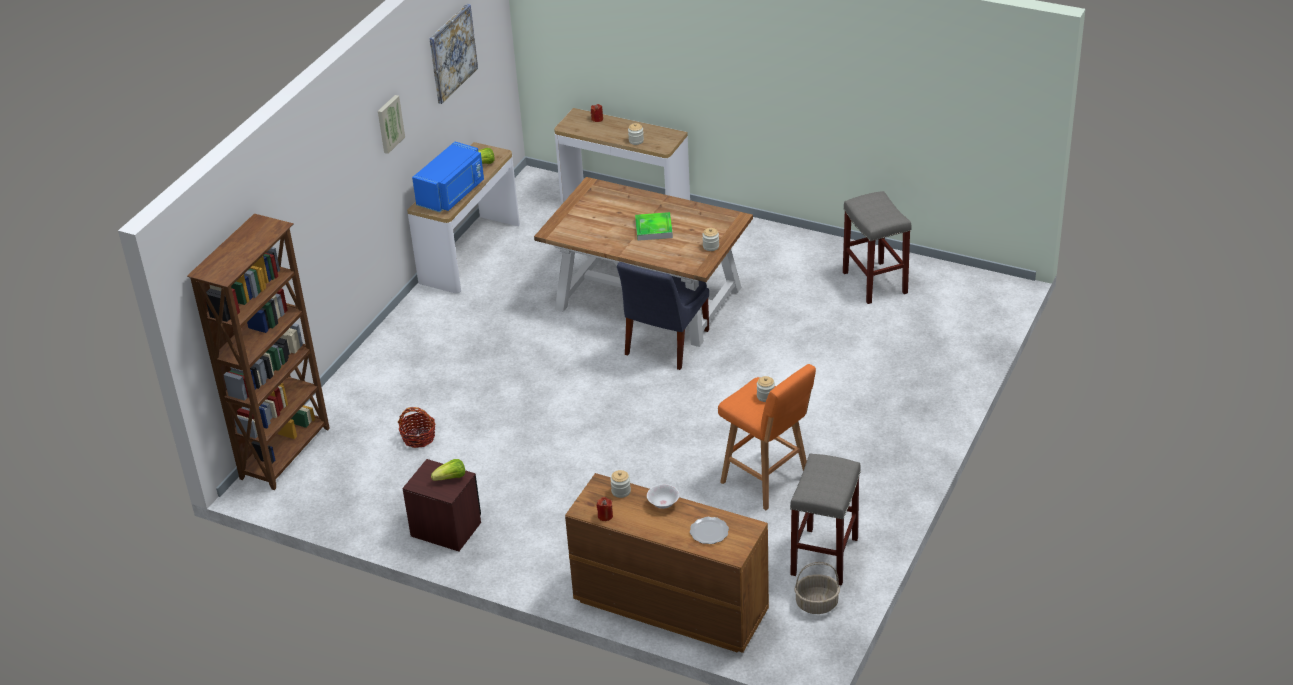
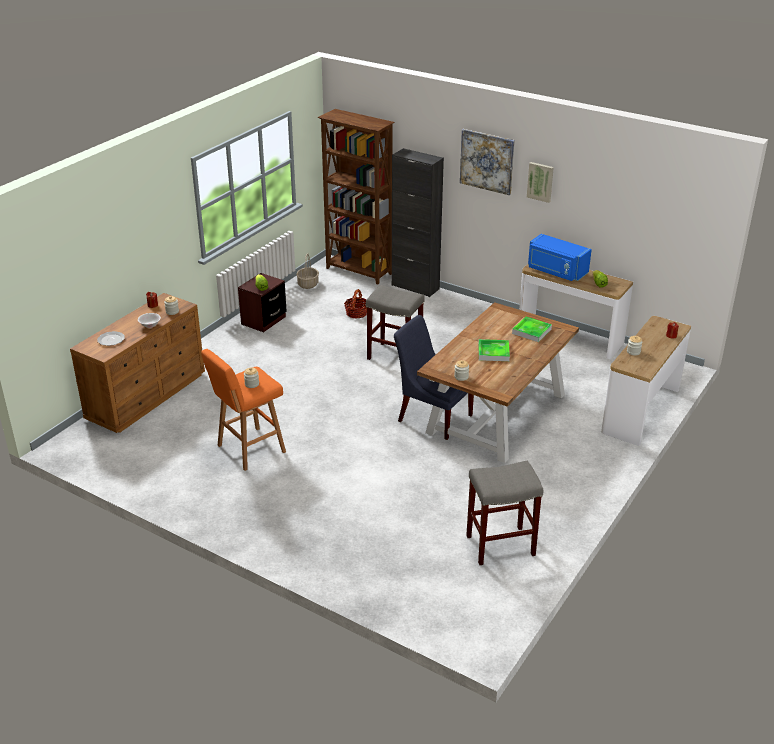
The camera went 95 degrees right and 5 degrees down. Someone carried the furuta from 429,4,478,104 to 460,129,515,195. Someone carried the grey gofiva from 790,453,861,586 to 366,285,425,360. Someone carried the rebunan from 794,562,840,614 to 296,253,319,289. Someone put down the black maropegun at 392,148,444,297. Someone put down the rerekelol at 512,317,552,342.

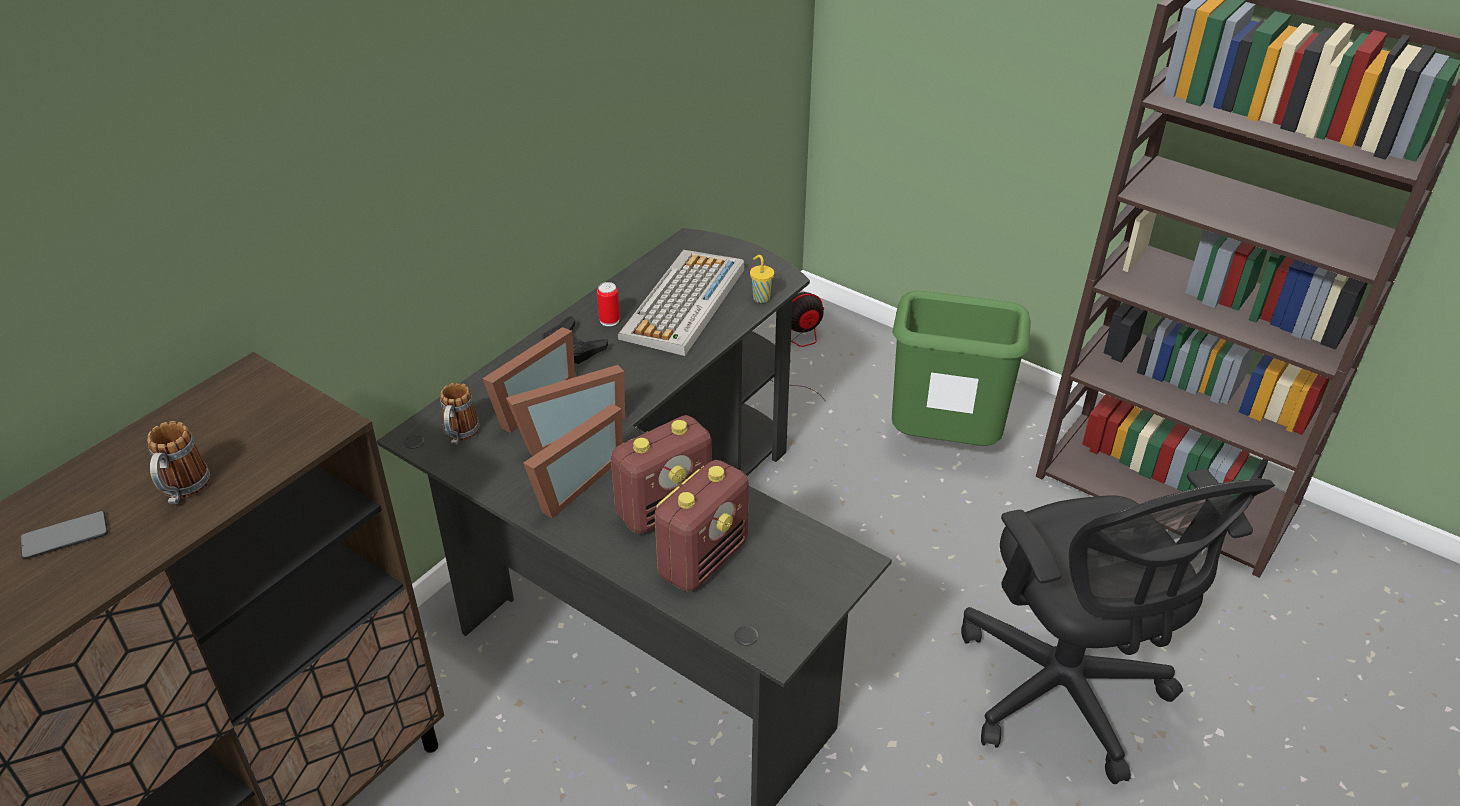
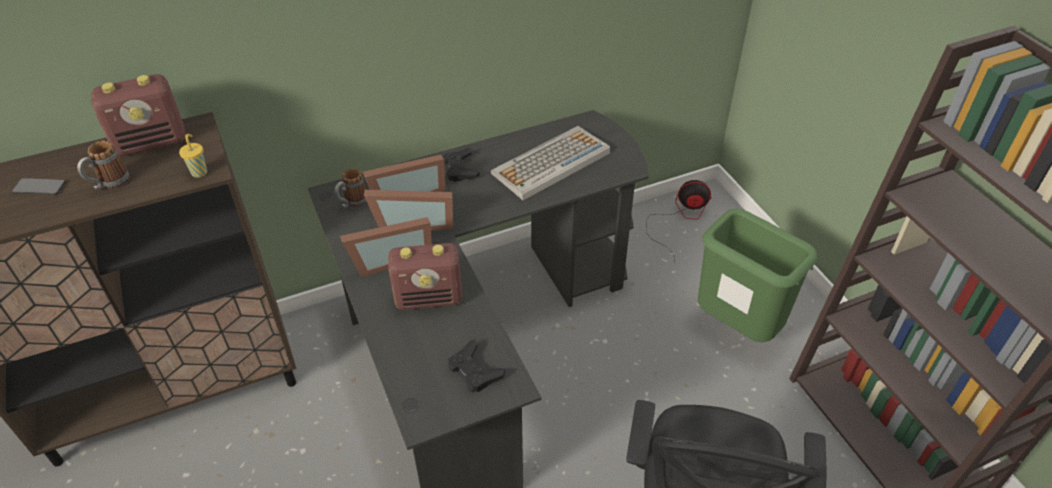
The camera went 30 degrees right and 5 degrees up. Someone took away the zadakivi at 597,282,620,326. Someone carried the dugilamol from 654,460,749,592 to 91,74,185,156. Someone carried the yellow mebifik from 750,255,774,303 to 179,134,207,178. Someone put down the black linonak at 448,339,505,392.

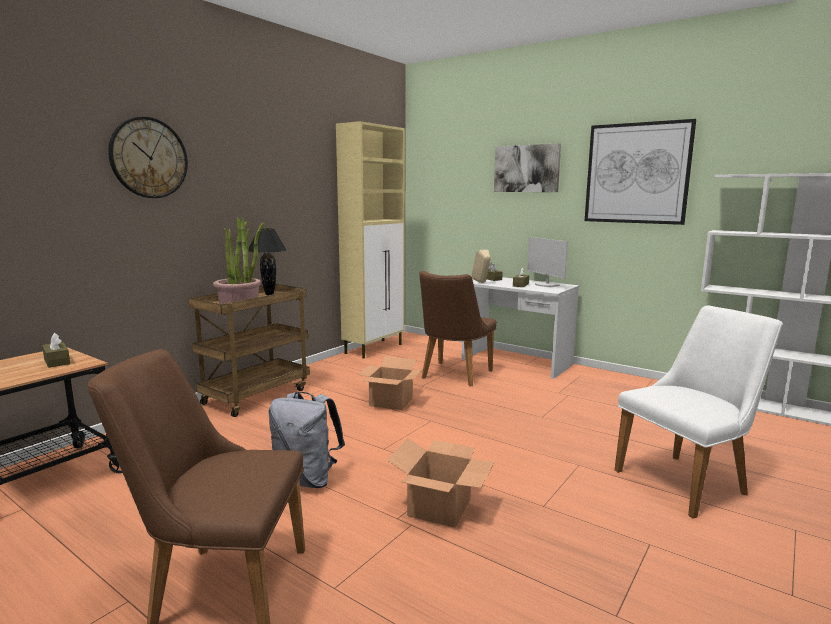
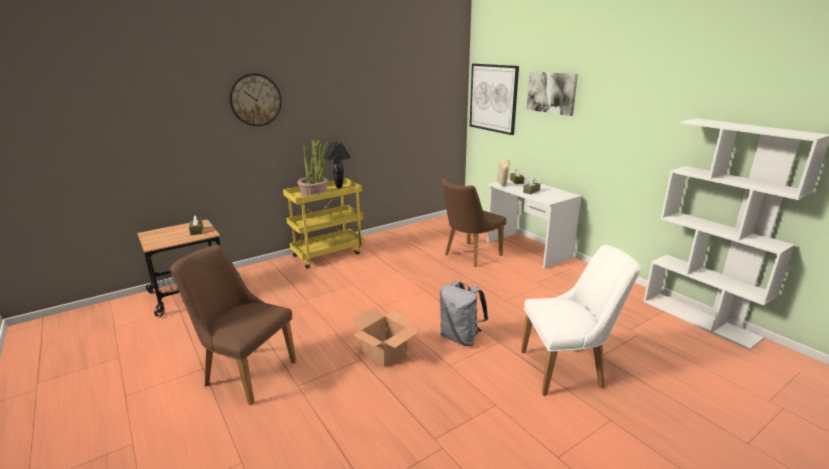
The camera went 20 degrees right and 10 degrees up. Someone repainted the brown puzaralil at 188,284,310,417, which became the yellow puzaralil at 283,178,365,269. Someone carried the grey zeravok from 269,392,345,488 to 440,281,488,346. Someone took away the beige maropegun at 336,121,405,358. Someone took away the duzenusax at 358,356,423,410. Someone took away the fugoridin at 527,237,568,287. Someone carried the furuta from 585,119,696,225 to 470,64,519,135.

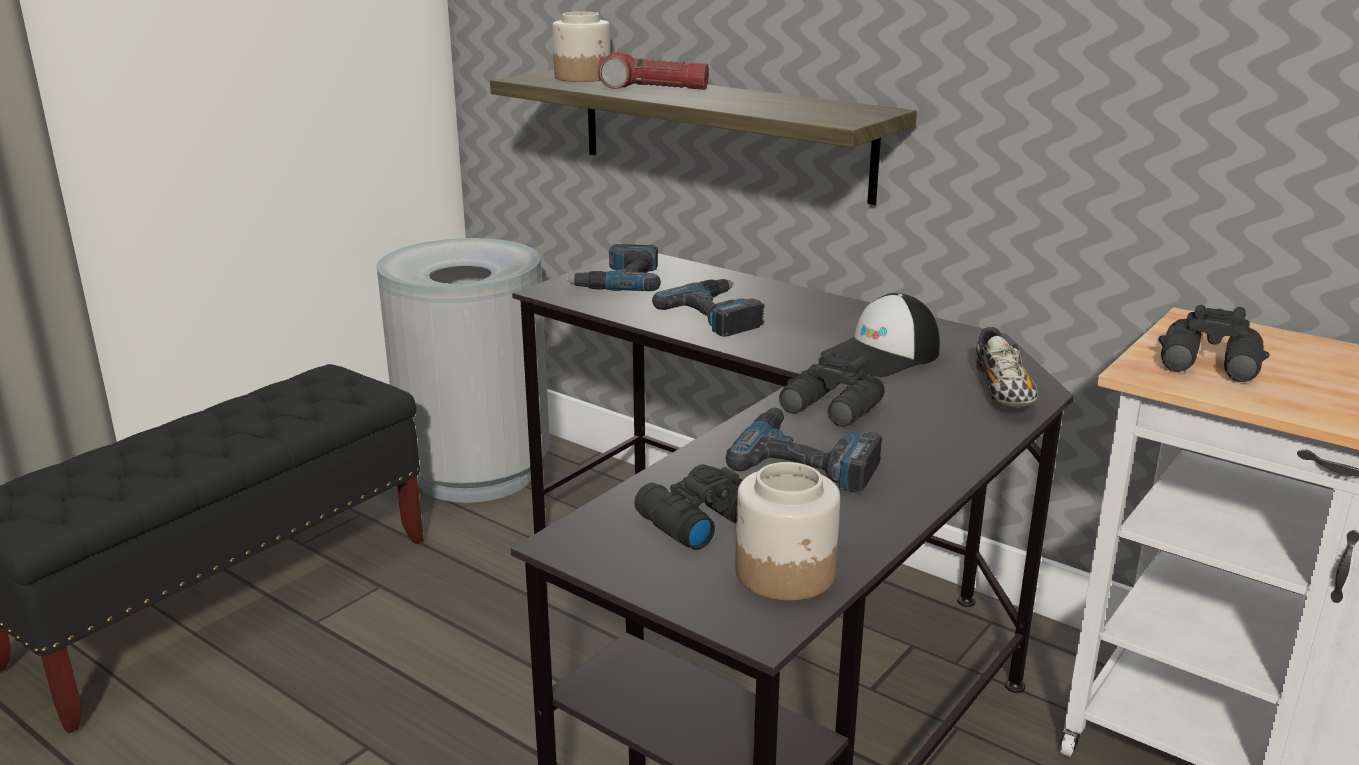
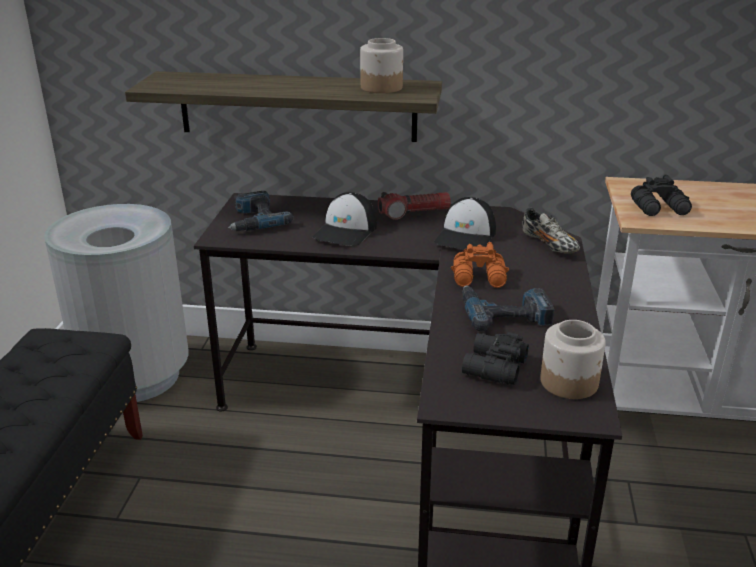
The camera went 30 degrees left and 5 degrees up. Someone carried the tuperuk from 552,12,610,82 to 360,38,403,93. Someone carried the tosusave from 598,51,709,90 to 378,192,451,220. Someone swapped the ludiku at 652,279,765,337 for the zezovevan at 313,192,377,246. Someone repainted the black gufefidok at 779,352,885,427, which became the orange gufefidok at 451,242,509,288.

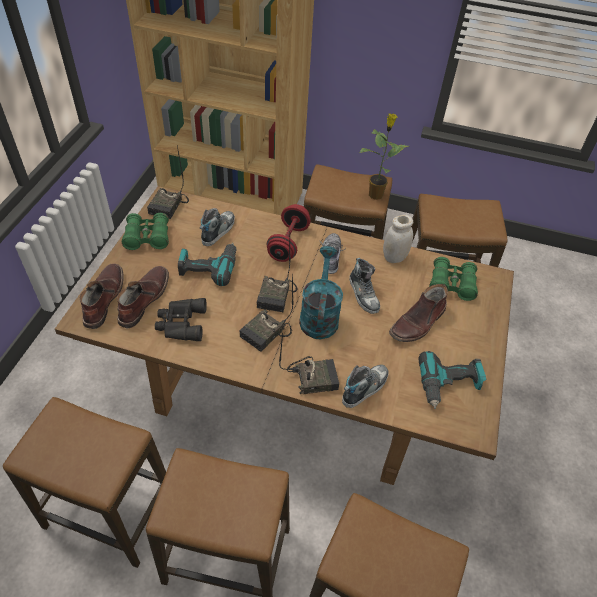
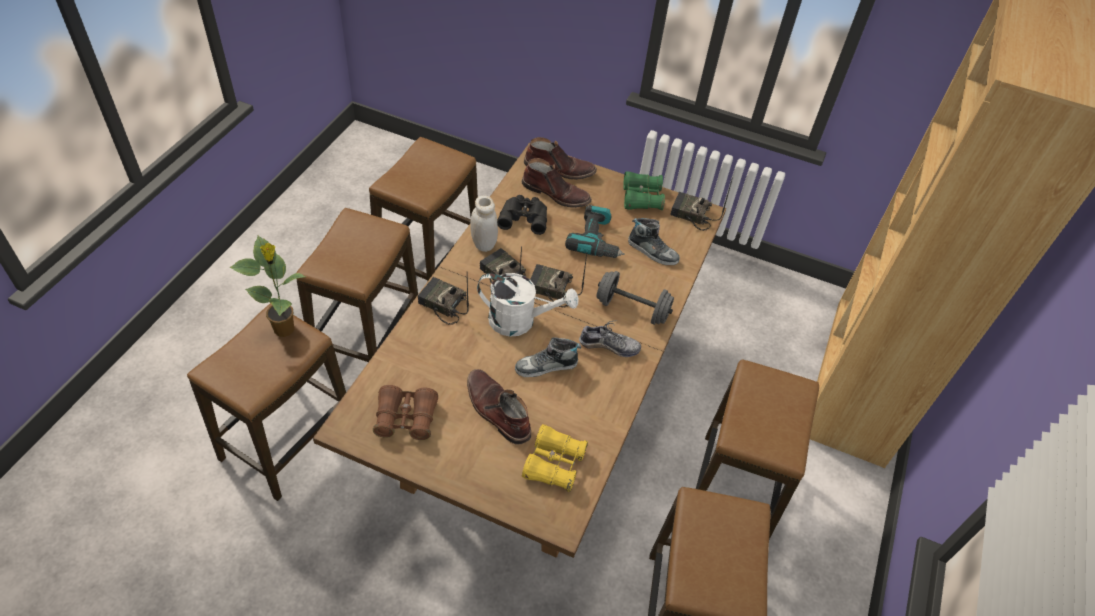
The camera went 95 degrees right and 0 degrees up. Someone repainted the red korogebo at 267,204,311,262, which became the grey korogebo at 596,271,674,325. Someone rotated the dugilamol at 279,333,339,394 by 120 degrees clockwise. Someone repainted the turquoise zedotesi at 299,246,343,339, which became the white zedotesi at 477,273,578,337. Someone took away the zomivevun at 342,365,389,408. Someone carried the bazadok from 359,113,409,200 to 229,236,306,337. Someone carried the white tuperuk from 383,215,413,263 to 470,196,498,252. Someone swapped the ludiku at 418,351,486,409 for the brown gufefidok at 373,385,438,440. Someone repainted the green gufefidok at 429,257,478,301, which became the yellow gufefidok at 522,424,588,492.

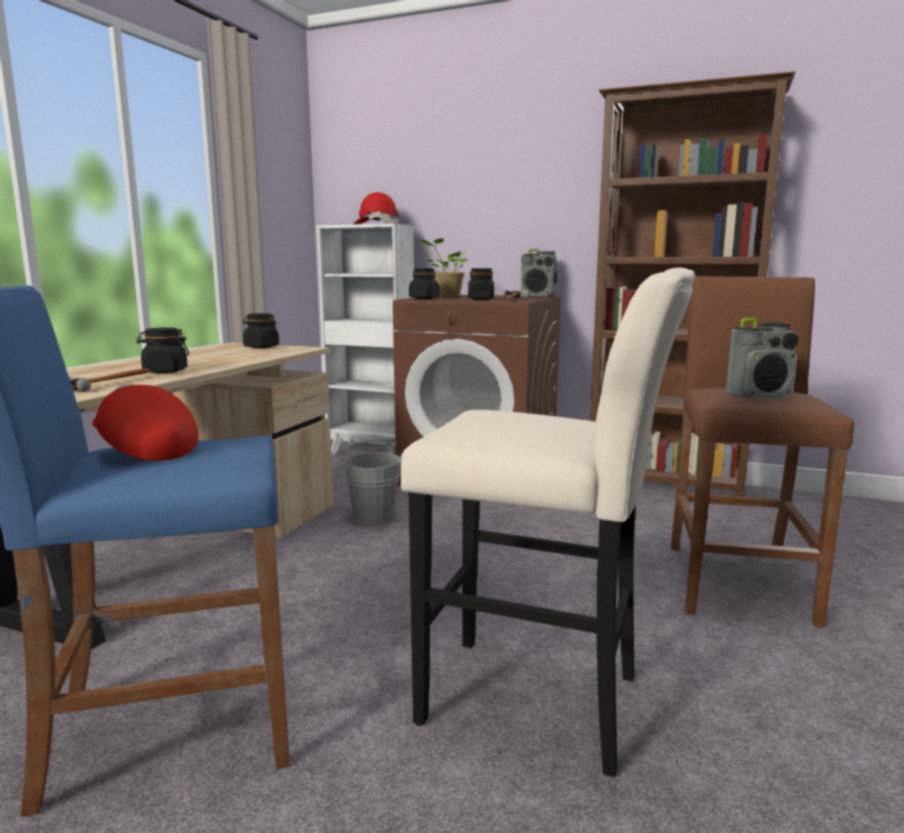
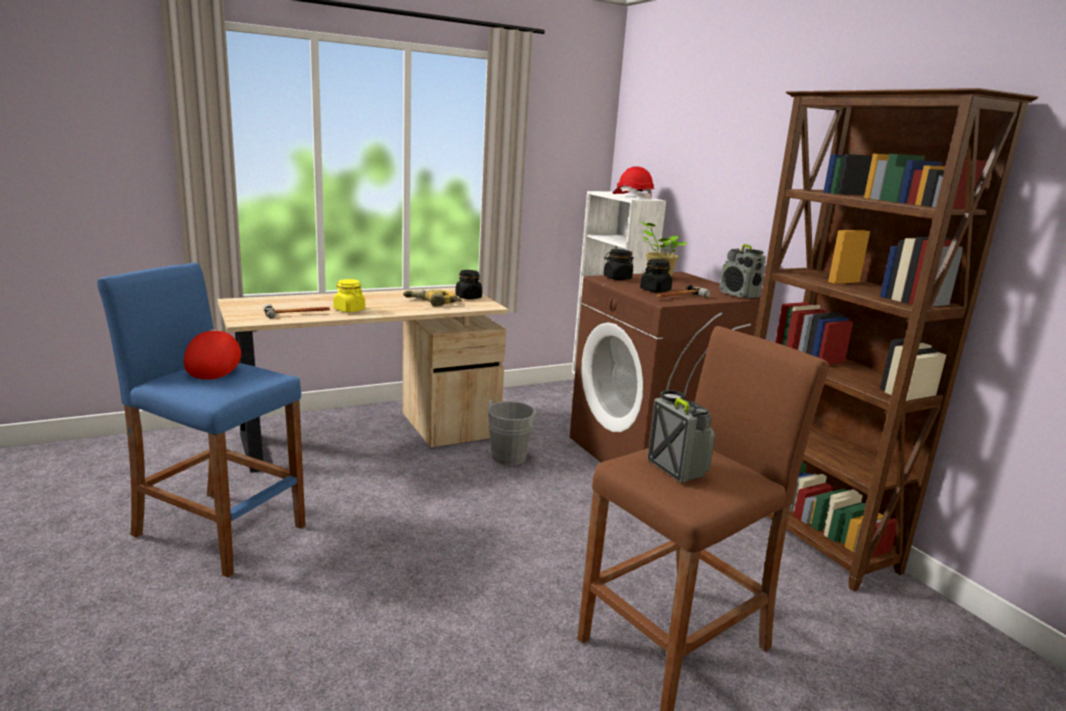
The camera went 40 degrees right and 5 degrees up. Someone repainted the black tuperuk at 136,328,189,373, which became the yellow tuperuk at 333,279,365,312. Someone took away the beige gofiva at 401,268,695,777. Someone rotated the dugilamol at 726,318,799,398 by 150 degrees counterclockwise. Someone put down the ludiku at 403,289,462,306.

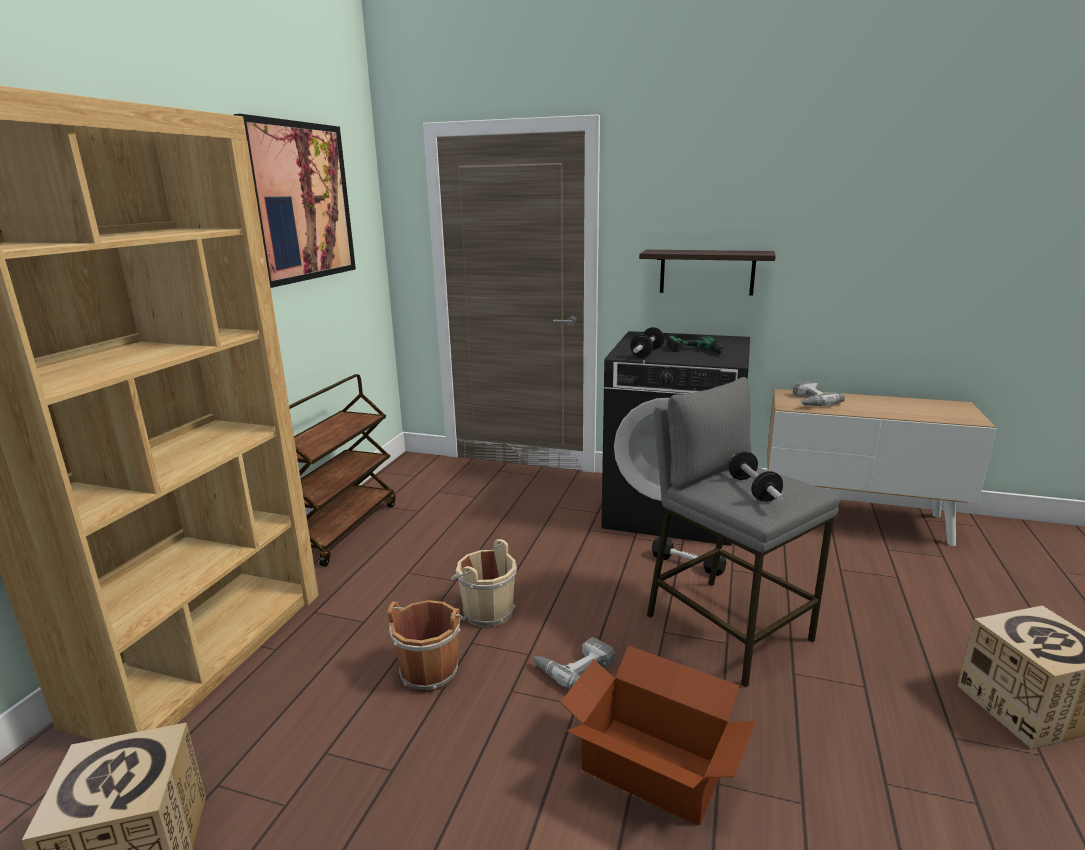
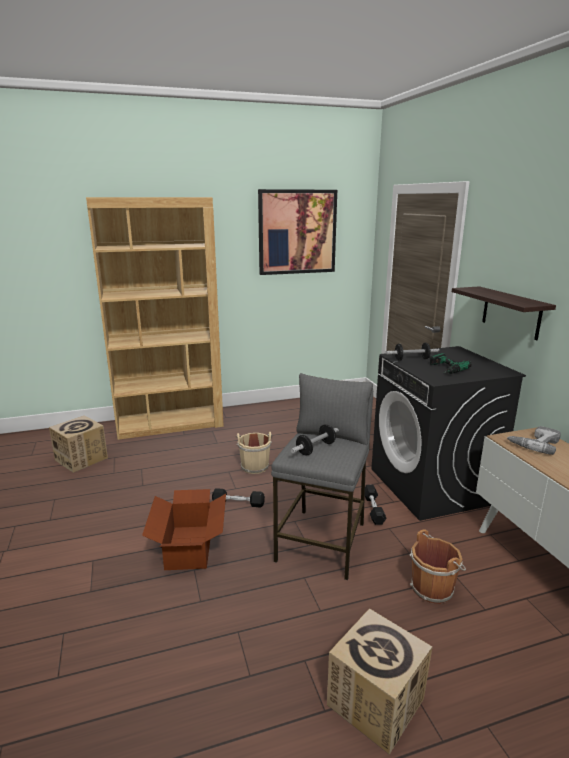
The camera went 55 degrees right and 0 degrees up. Someone took away the brown puzaralil at 289,374,396,567. Someone carried the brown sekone from 388,600,465,692 to 410,529,466,604. Someone swapped the ludiku at 533,637,615,689 for the black korogebo at 212,488,265,508.

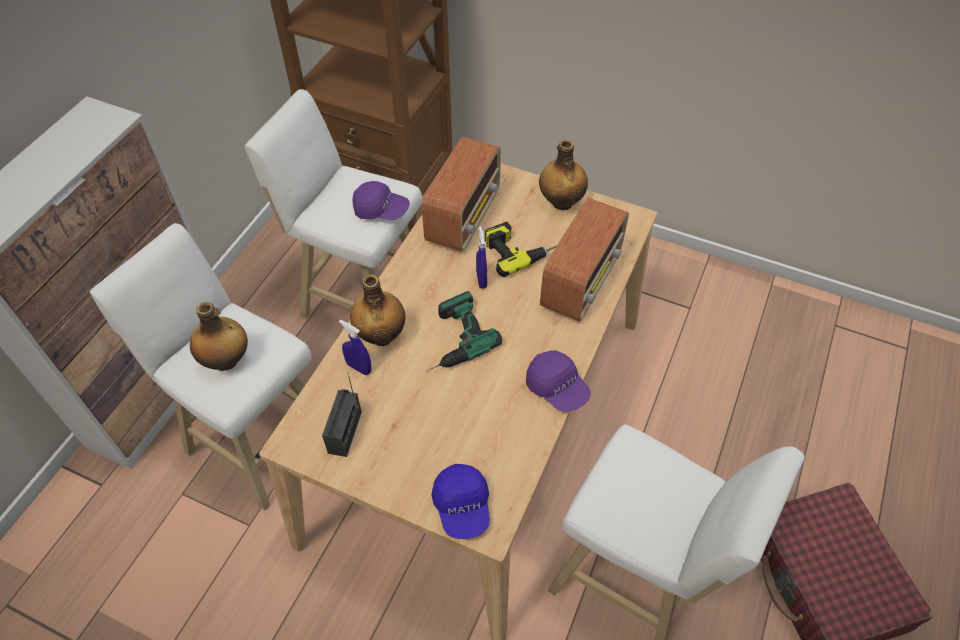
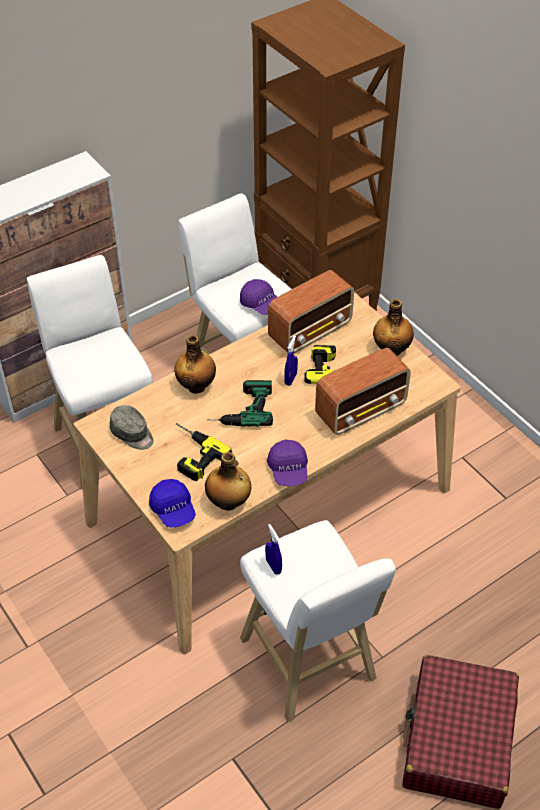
The camera went 30 degrees right and 5 degrees down. Someone carried the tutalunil from 190,302,248,371 to 205,452,251,510. Someone swapped the dugilamol at 322,372,362,457 for the grey zezovevan at 110,405,153,450. Someone carried the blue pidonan from 339,320,371,375 to 265,524,282,575. Someone rotated the blue zezovevan at 431,464,490,539 by 45 degrees counterclockwise. Someone put down the ludiku at 176,423,232,481.

